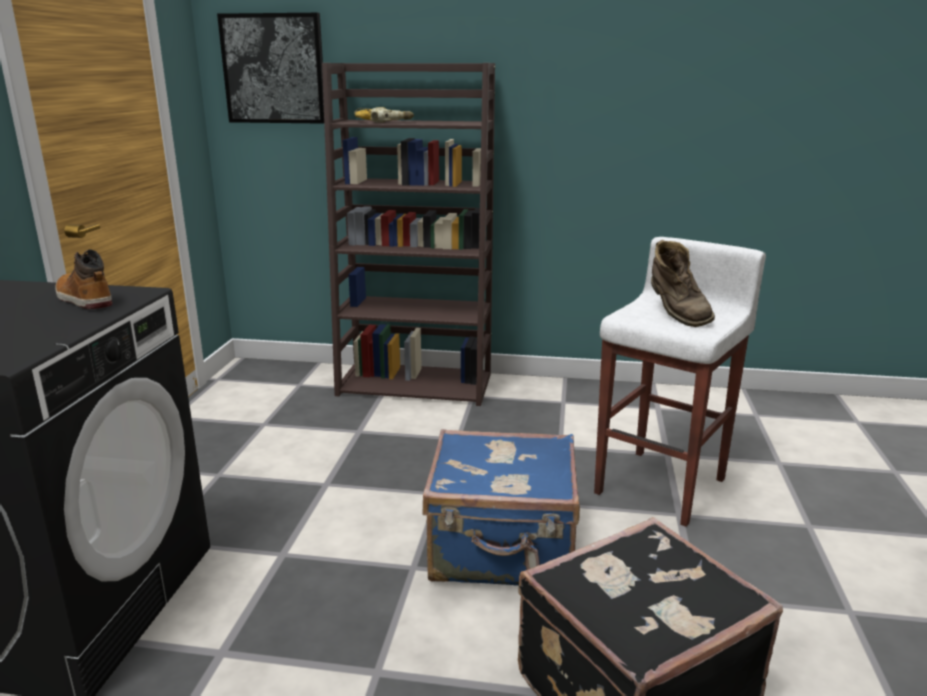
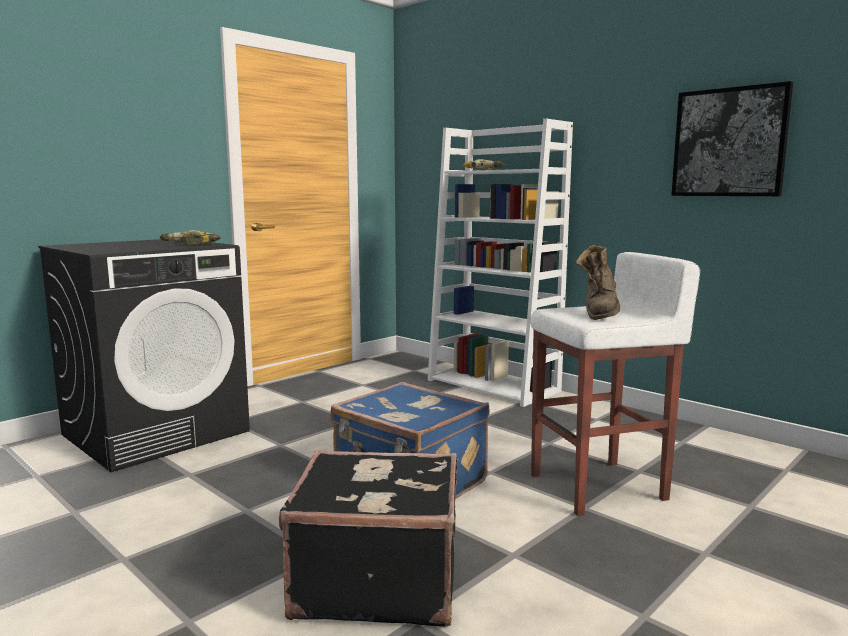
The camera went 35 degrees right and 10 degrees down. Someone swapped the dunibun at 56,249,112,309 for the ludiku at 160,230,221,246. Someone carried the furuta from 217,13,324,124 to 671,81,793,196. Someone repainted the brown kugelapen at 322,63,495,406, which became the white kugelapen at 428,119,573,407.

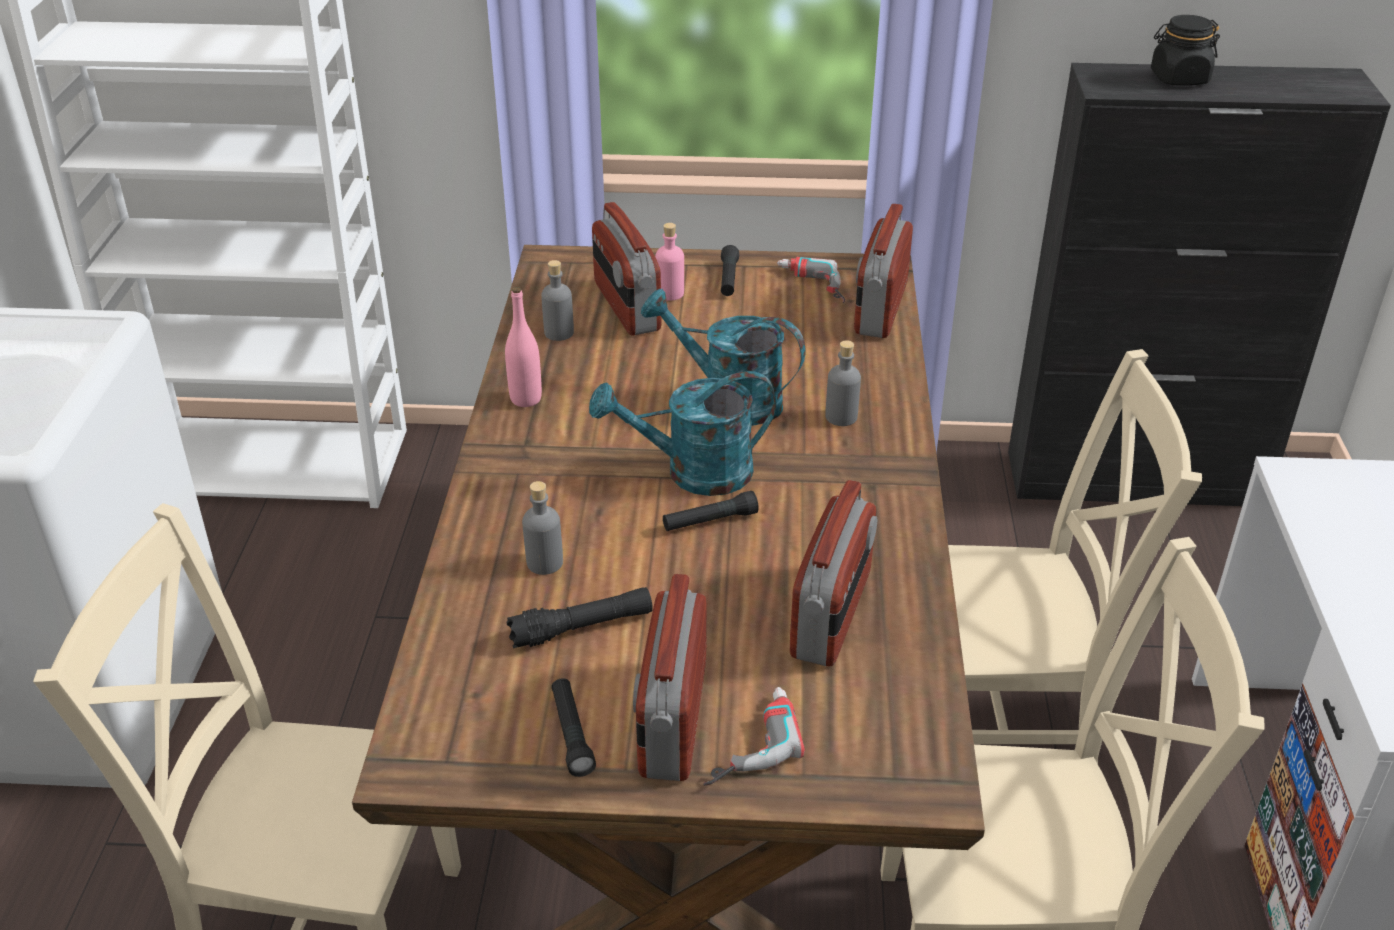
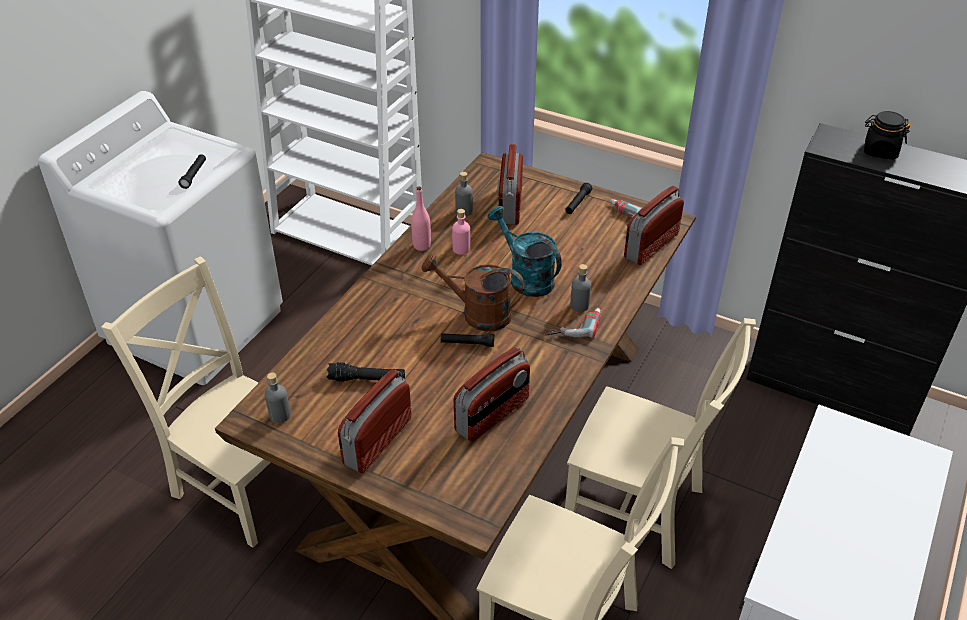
The camera went 25 degrees right and 5 degrees up. Someone carried the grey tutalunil from 522,481,563,575 to 265,372,291,423. Someone carried the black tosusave from 551,678,596,777 to 178,154,206,189. Someone repainted the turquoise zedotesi at 589,371,776,496, which became the brown zedotesi at 422,254,525,332. Someone carried the pink tutalunil from 655,223,684,301 to 452,209,470,255. Someone carried the ludiku from 703,687,805,786 to 544,308,601,338.

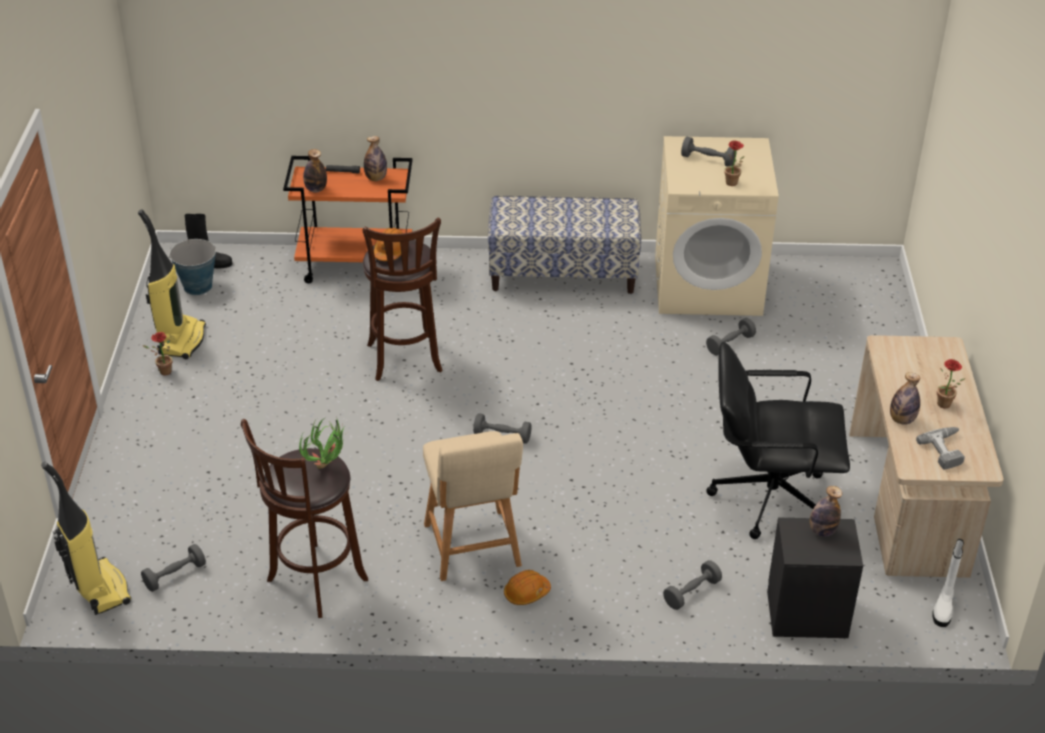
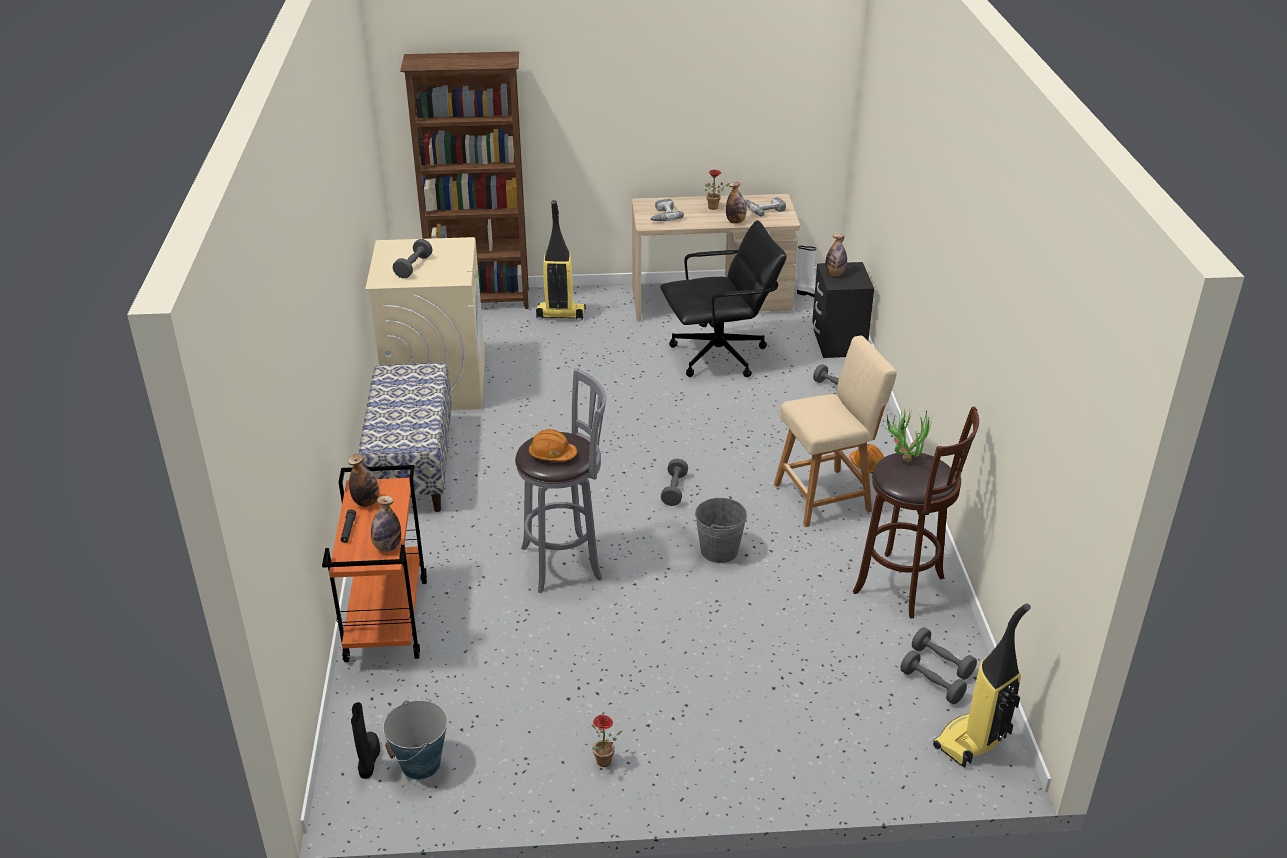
The camera went 95 degrees left and 5 degrees down. Someone carried the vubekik from 138,209,206,359 to 536,200,586,320. Someone repainted the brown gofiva at 363,218,443,381, which became the grey gofiva at 515,368,606,593. Someone carried the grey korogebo from 706,318,756,355 to 912,628,977,680. Someone rotated the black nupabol at 707,342,850,539 by 105 degrees counterclockwise. Someone took away the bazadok at 724,140,745,186. Someone put down the brown kugelapen at 400,51,529,309. Someone put down the ludiku at 650,199,684,221. Someone put down the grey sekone at 695,496,747,563.

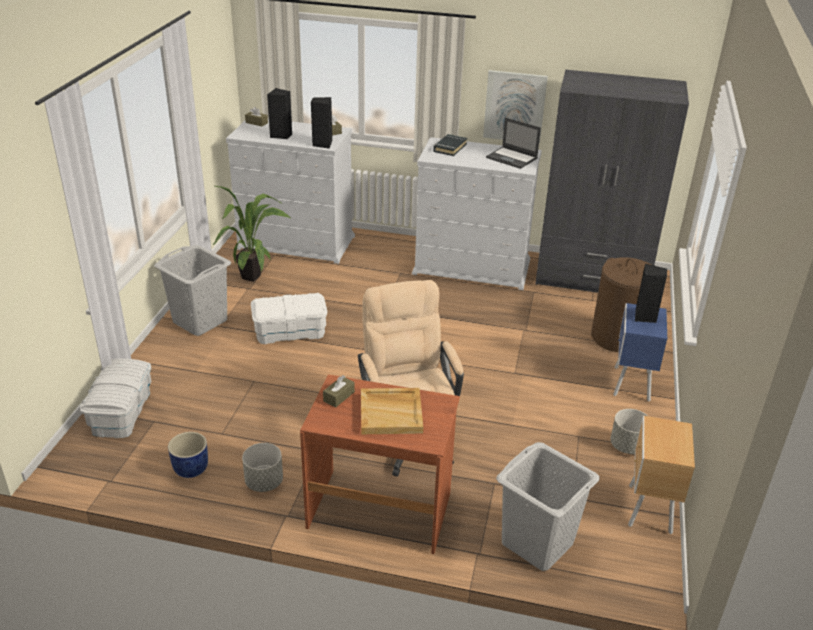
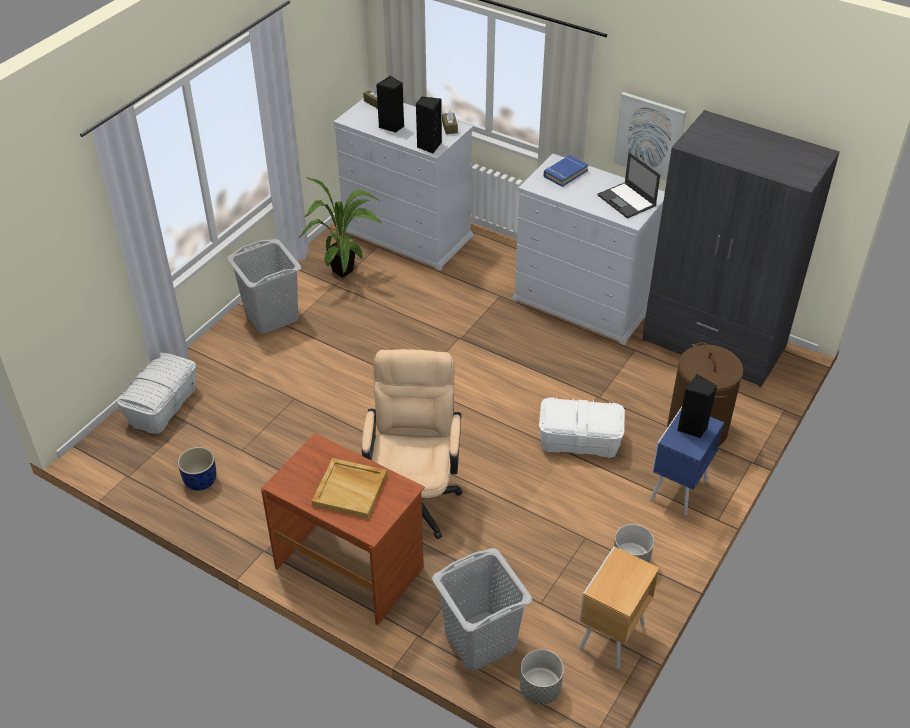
The camera went 20 degrees right and 10 degrees up. Someone carried the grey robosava from 242,443,283,492 to 520,649,564,705. Someone carried the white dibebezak from 251,293,328,344 to 539,397,625,458. Someone took away the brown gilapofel at 323,375,355,407. Someone repainted the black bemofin at 433,134,467,156, which became the blue bemofin at 544,155,588,187.

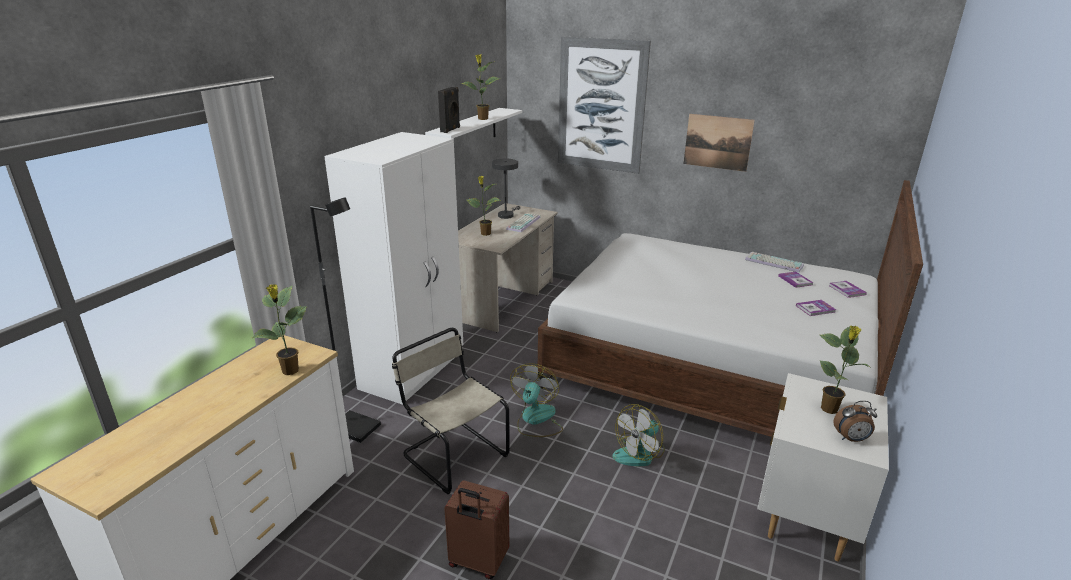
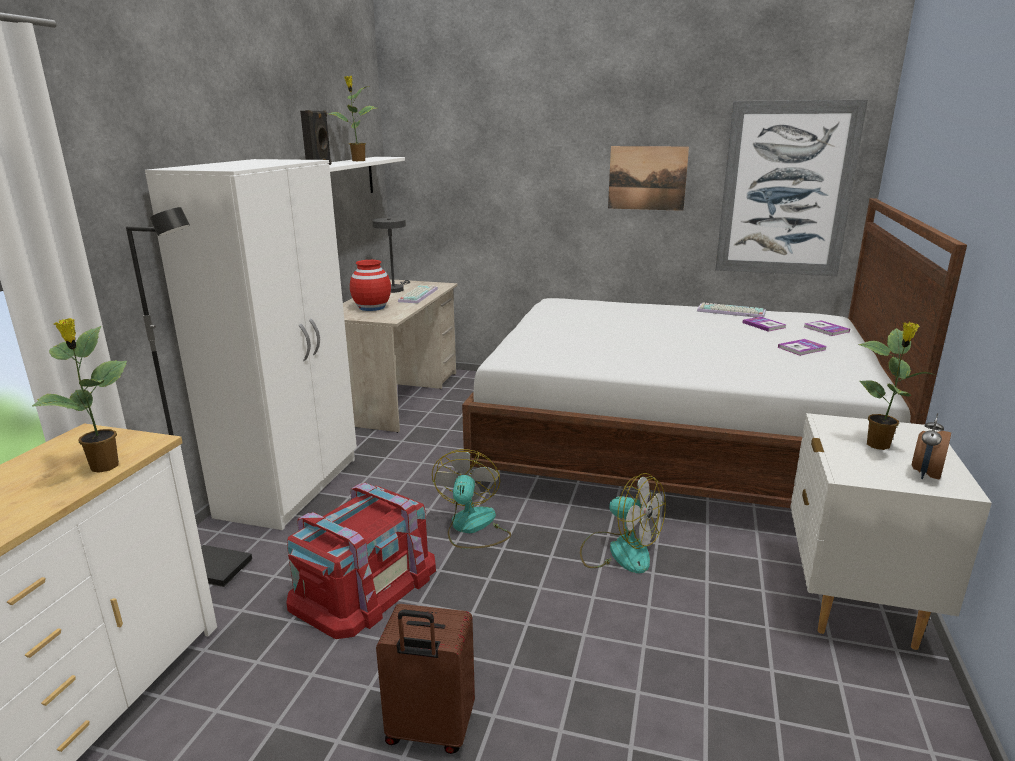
The camera went 10 degrees left and 5 degrees down. Someone swapped the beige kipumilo at 392,328,510,494 for the red dibebezak at 287,483,436,639. Someone swapped the bazadok at 467,176,501,236 for the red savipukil at 350,260,391,311. Someone carried the furuta from 558,36,651,174 to 715,100,868,276. Someone rotated the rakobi at 612,404,665,467 by 90 degrees counterclockwise. Someone rotated the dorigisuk at 833,401,877,442 by 135 degrees clockwise.

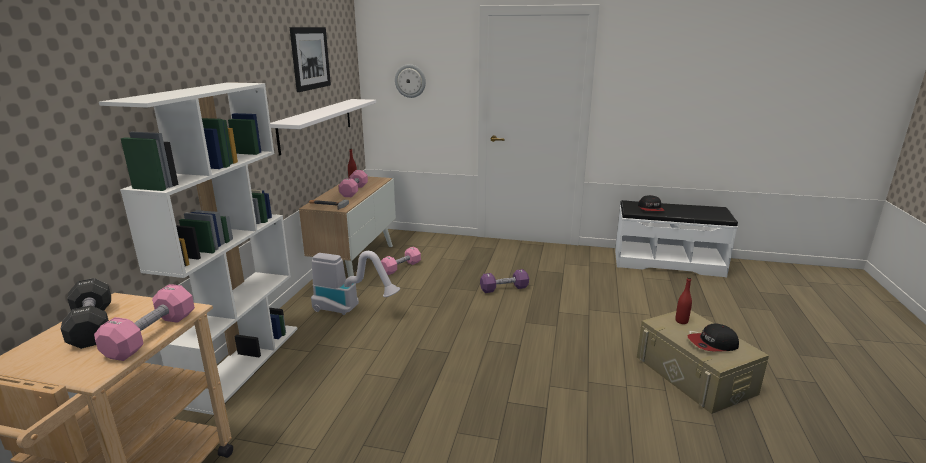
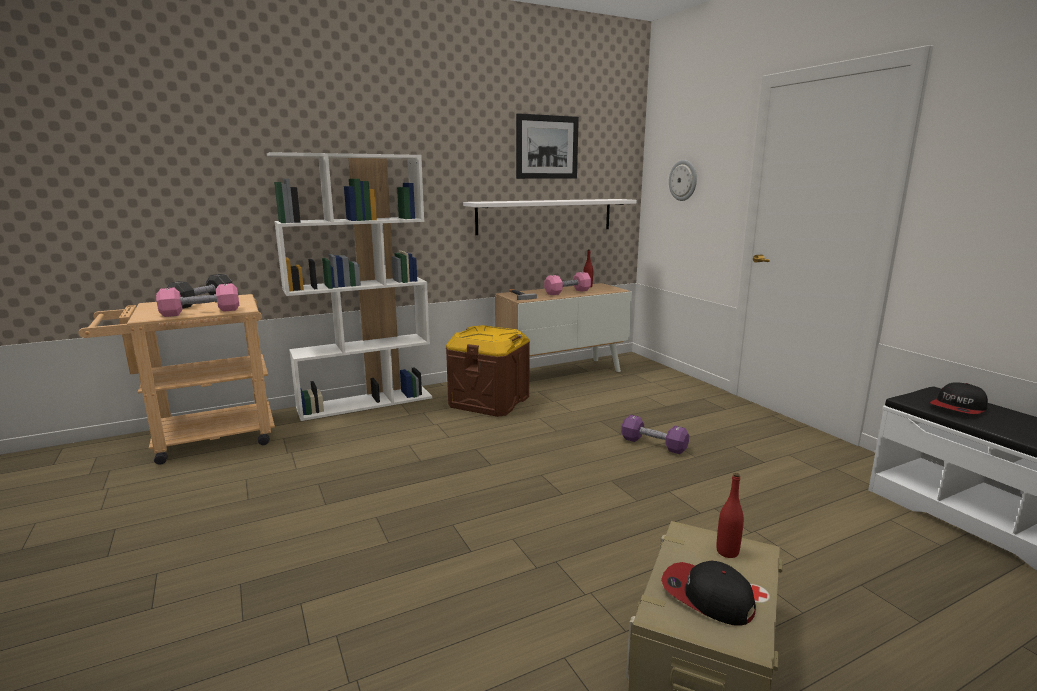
The camera went 50 degrees right and 5 degrees down. Someone swapped the vubekik at 311,251,400,315 for the brown dibebezak at 446,325,530,417. Someone took away the pink korogebo at 381,247,421,275.

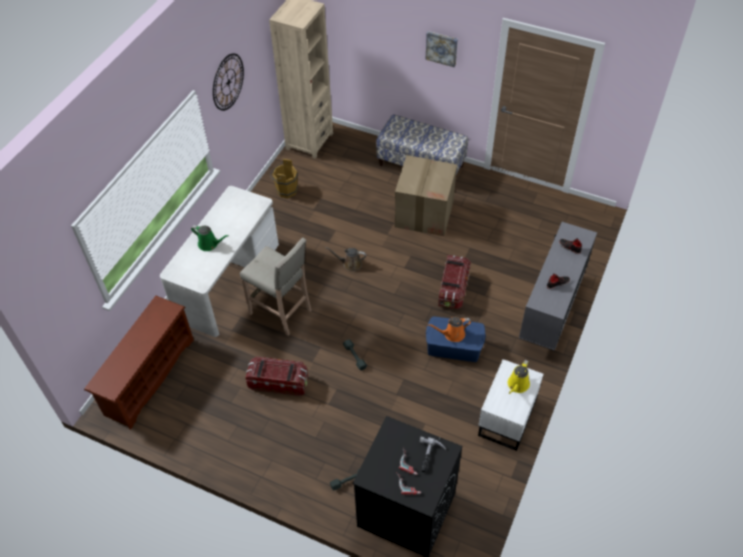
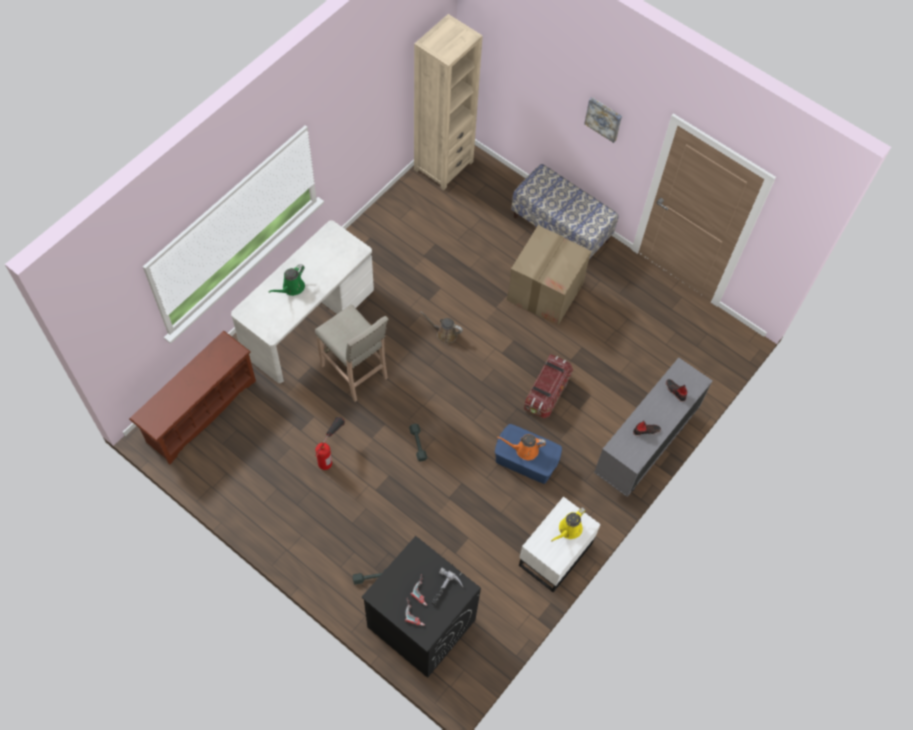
The camera went 10 degrees right and 10 degrees up. Someone rotated the green zedotesi at 191,225,229,251 by 90 degrees clockwise. Someone took away the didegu at 213,53,244,111. Someone swapped the dibebezak at 245,356,308,396 for the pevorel at 315,417,345,470. Someone took away the brown sekone at 270,159,298,198.

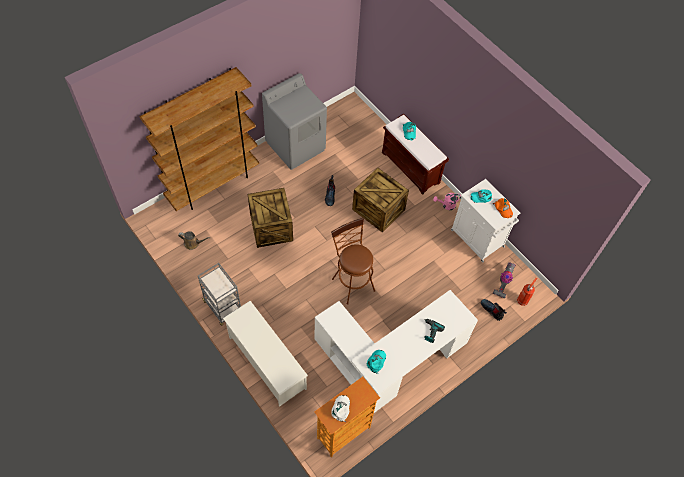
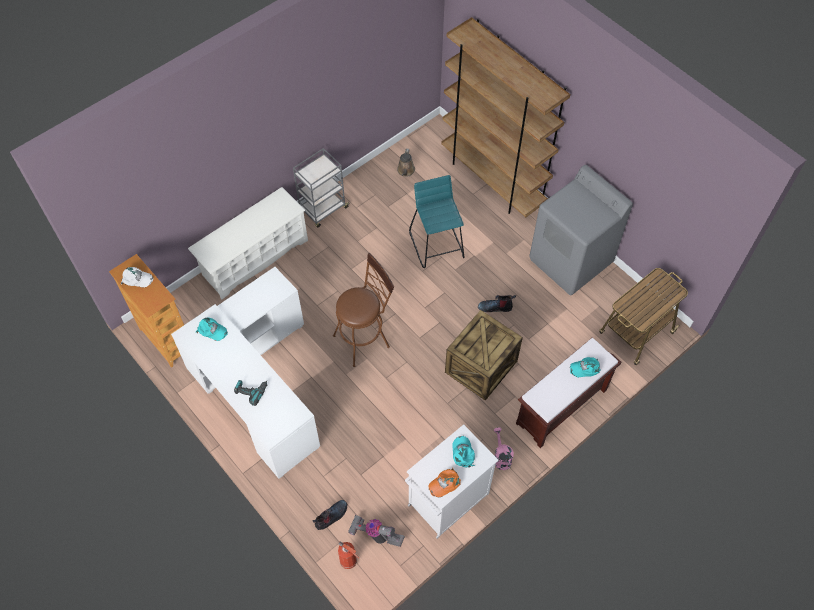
The camera went 90 degrees right and 0 degrees up. Someone swapped the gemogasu at 248,188,293,248 for the turquoise gofiva at 409,175,465,268. Someone put down the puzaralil at 599,268,688,365.

